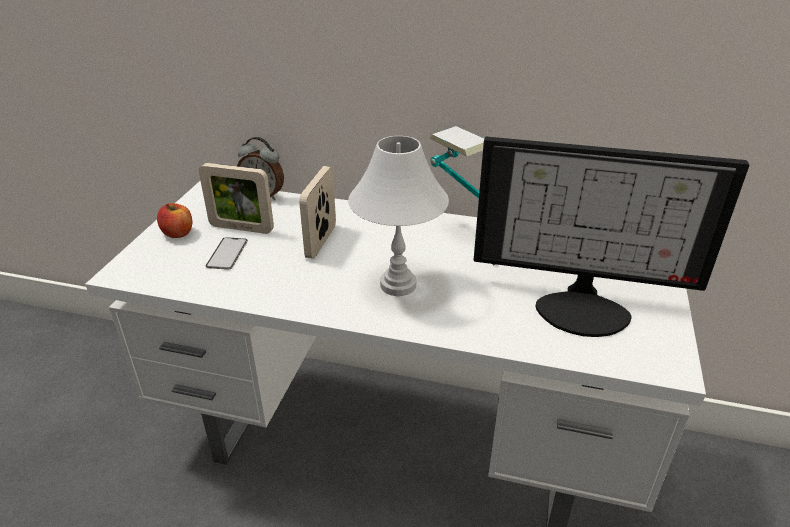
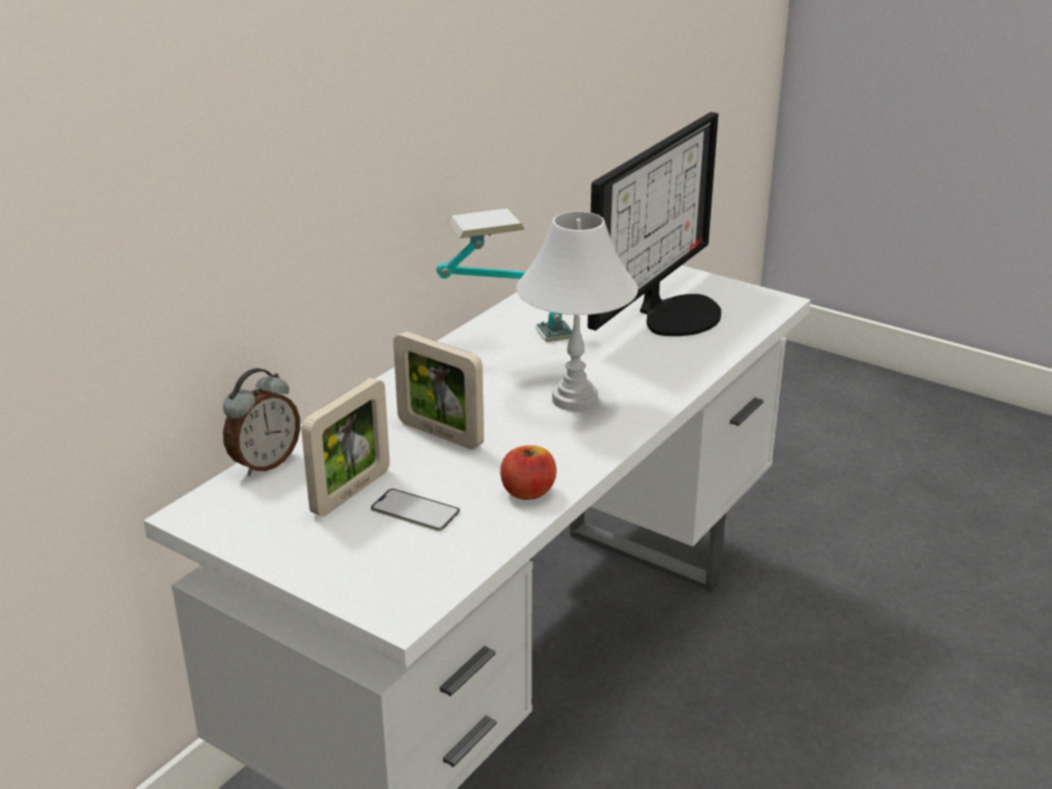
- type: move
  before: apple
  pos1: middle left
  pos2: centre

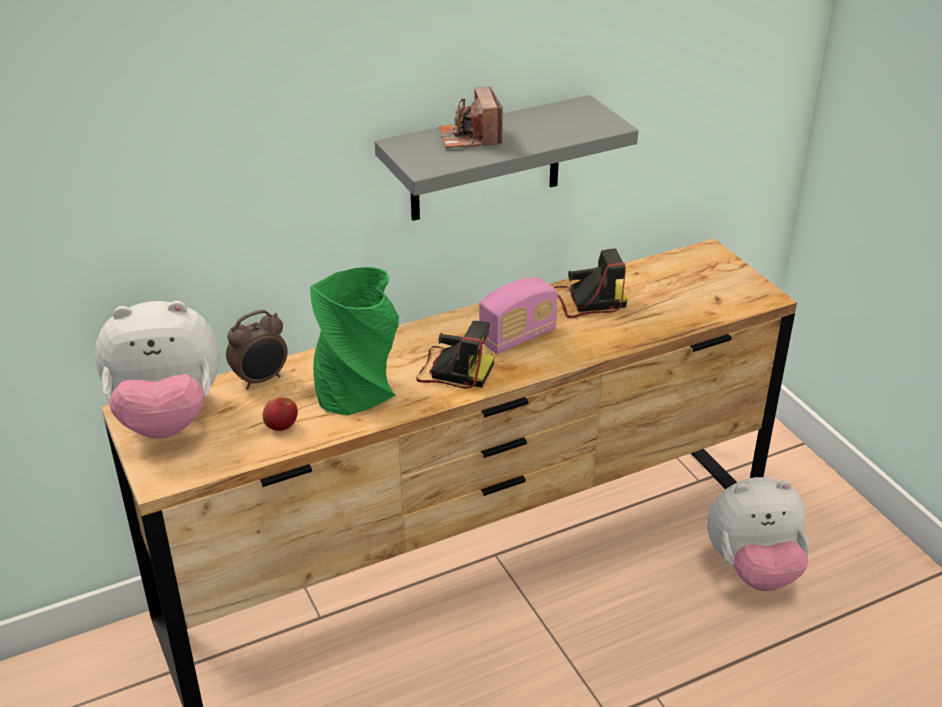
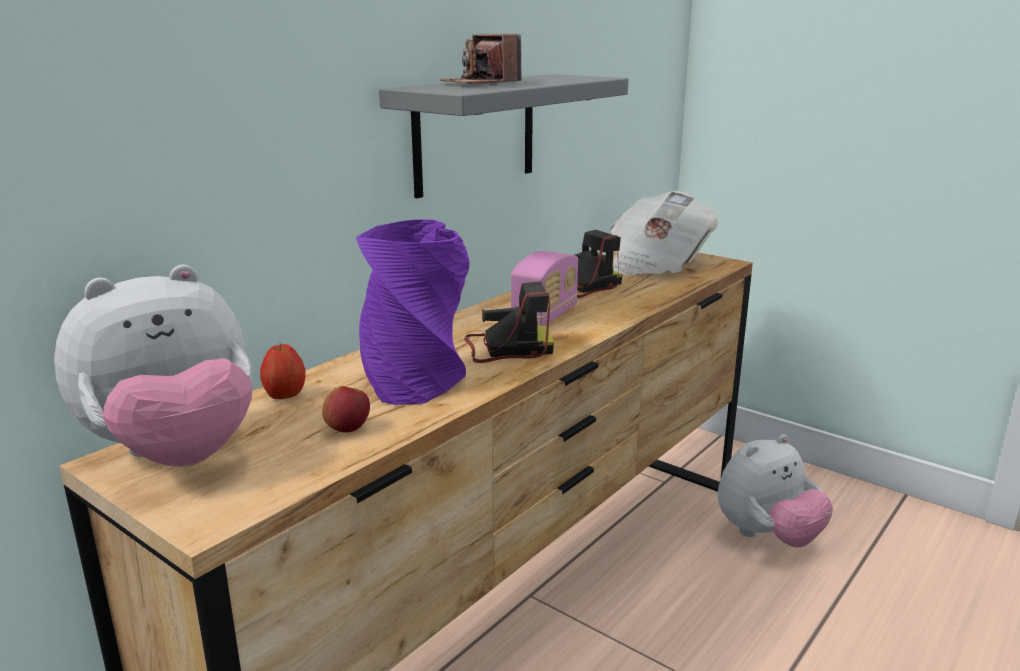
- type: replace
  before: alarm clock
  after: apple (1st from left)
  pos1: middle left
  pos2: middle left
- type: recolor
  before: green vase
  after: purple vase
  pos1: centre
  pos2: centre
- type: insert
  after: newspaper
  pos2: centre

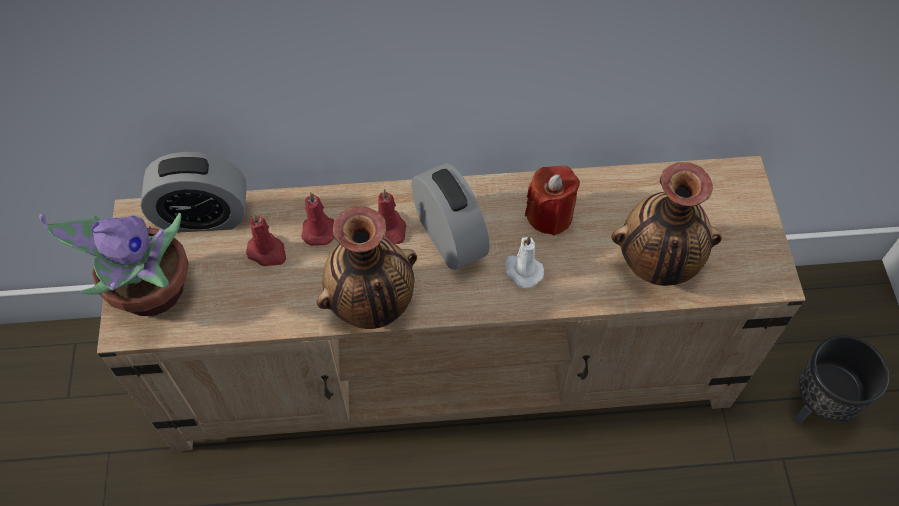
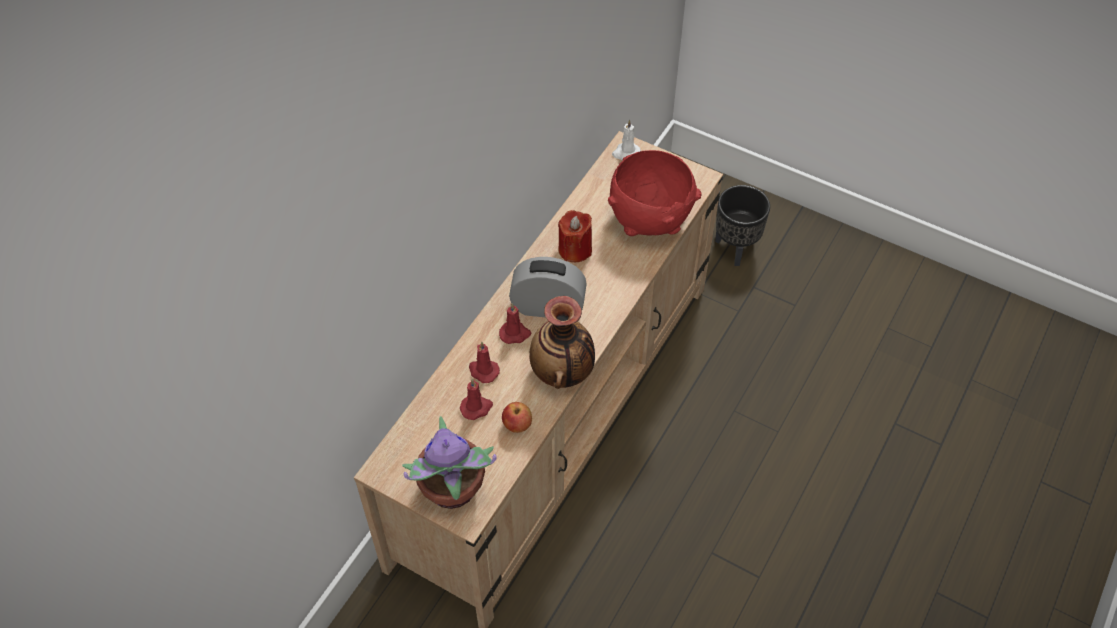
- type: insert
  after: apple
  pos2: centre
- type: replace
  before: vase (2nd from left)
  after: red bowl
  pos1: middle right
  pos2: top centre
- type: move
  before: white candle
  pos1: centre
  pos2: top centre
- type: delete
  before: alarm clock (1st from left)
  pos1: middle left

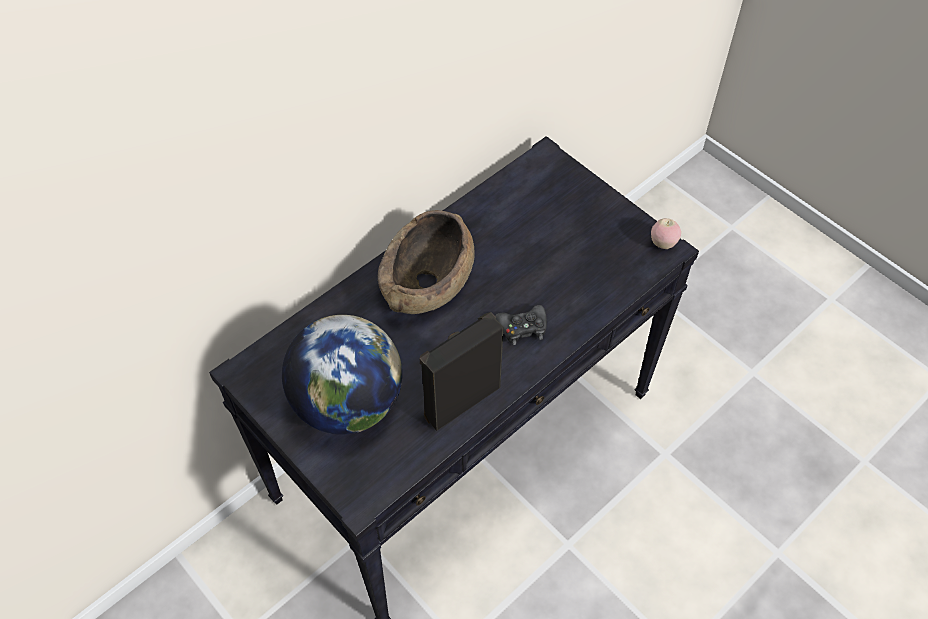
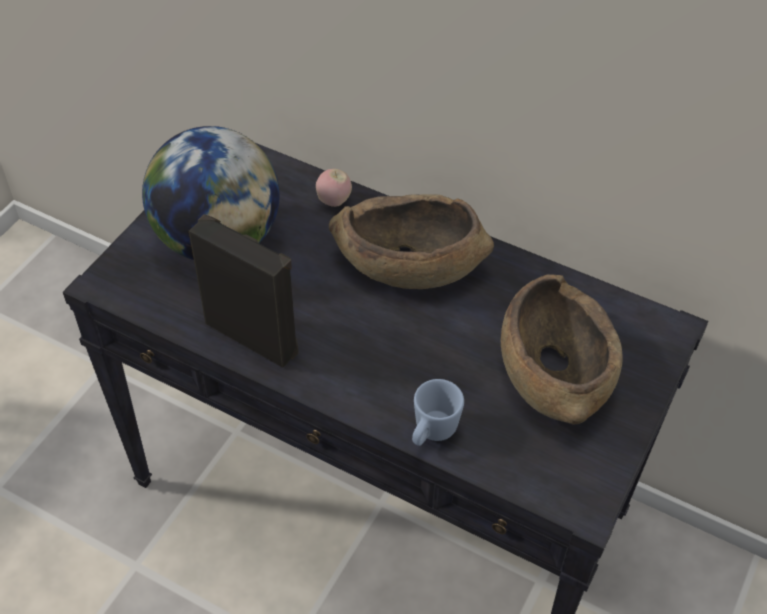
- type: move
  before: apple
  pos1: middle right
  pos2: top centre
- type: insert
  after: blue mug
  pos2: bottom centre
- type: insert
  after: brown bowl (2nd from left)
  pos2: middle right
- type: delete
  before: black game controller
  pos1: centre

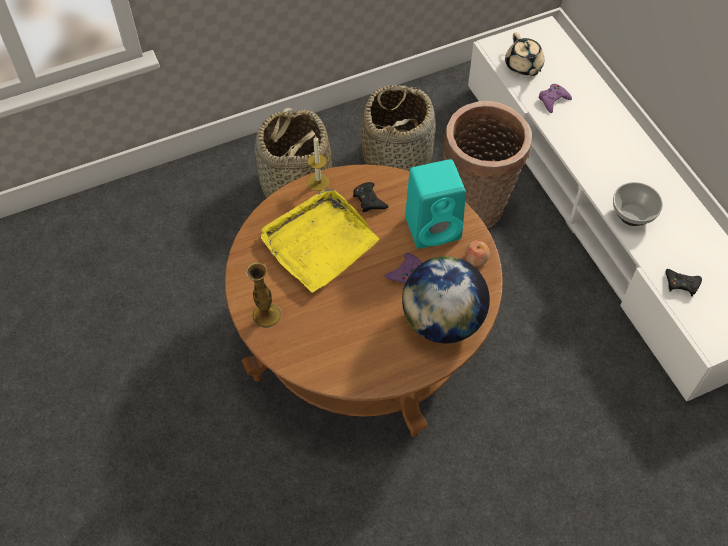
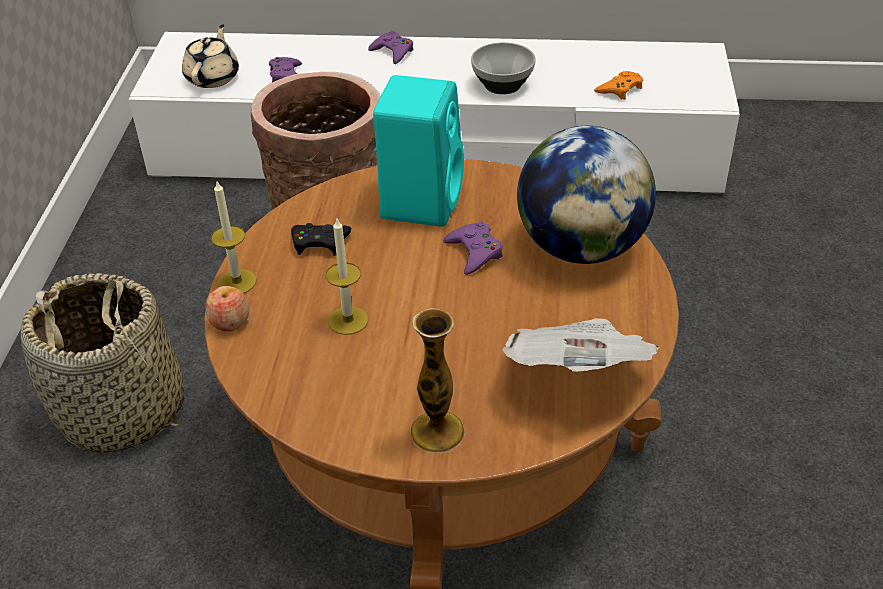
- type: rotate
  before: beige teapot
  pos1: top right
  pos2: top left
  turn: -90
- type: move
  before: apple
  pos1: centre
  pos2: middle left
- type: replace
  before: yellow tray
  after: candle (2nd from left)
  pos1: centre
  pos2: centre
- type: insert
  after: purple game controller (2nd from left)
  pos2: top centre
- type: insert
  after: newspaper
  pos2: centre
- type: recolor
  before: black game controller (2nd from left)
  after: orange game controller
  pos1: middle right
  pos2: top right
- type: delete
  before: basket (2nd from left)
  pos1: top centre

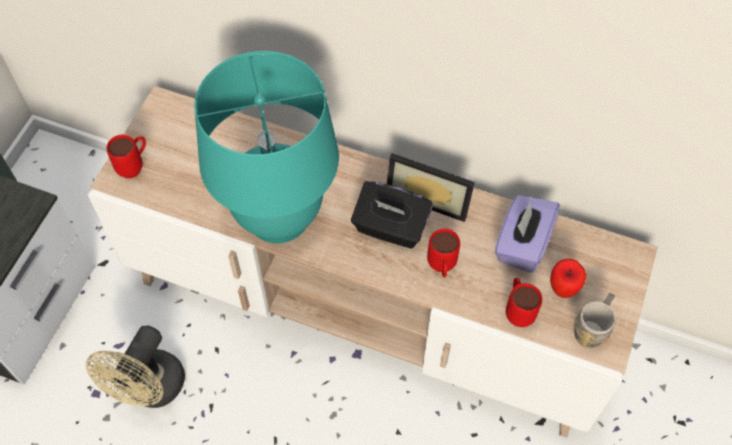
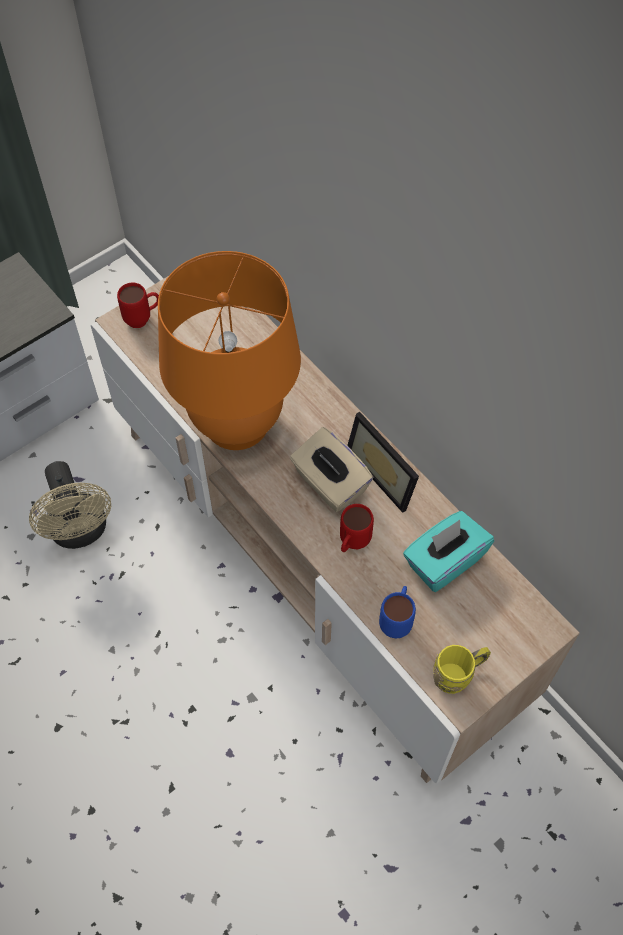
- type: rotate
  before: beige fan
  pos1: bottom left
  pos2: middle left
  turn: -75
- type: recolor
  before: turquoise table lamp
  after: orange table lamp
  pos1: top centre
  pos2: centre
- type: recolor
  before: black tissue box
  after: beige tissue box
  pos1: centre
  pos2: centre
- type: recolor
  before: red mug (3rd from left)
  after: blue mug
  pos1: bottom right
  pos2: centre
- type: recolor
  before: purple tissue box
  after: turquoise tissue box
  pos1: middle right
  pos2: middle right
- type: recolor
  before: grey mug
  after: yellow mug
  pos1: bottom right
  pos2: bottom right
- type: delete
  before: apple
  pos1: middle right

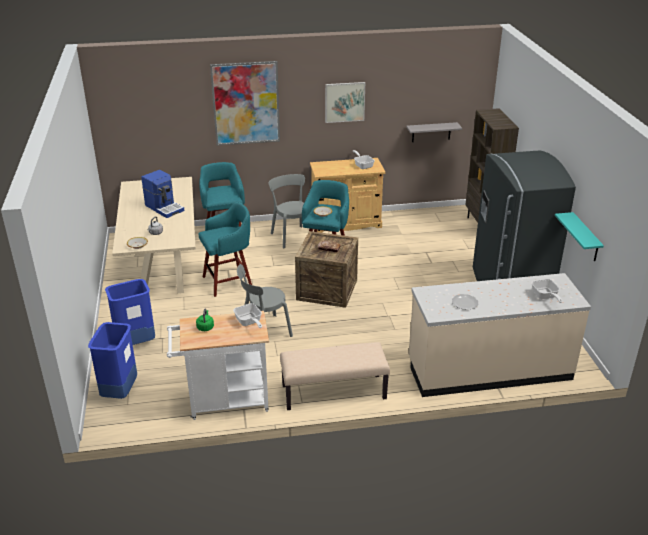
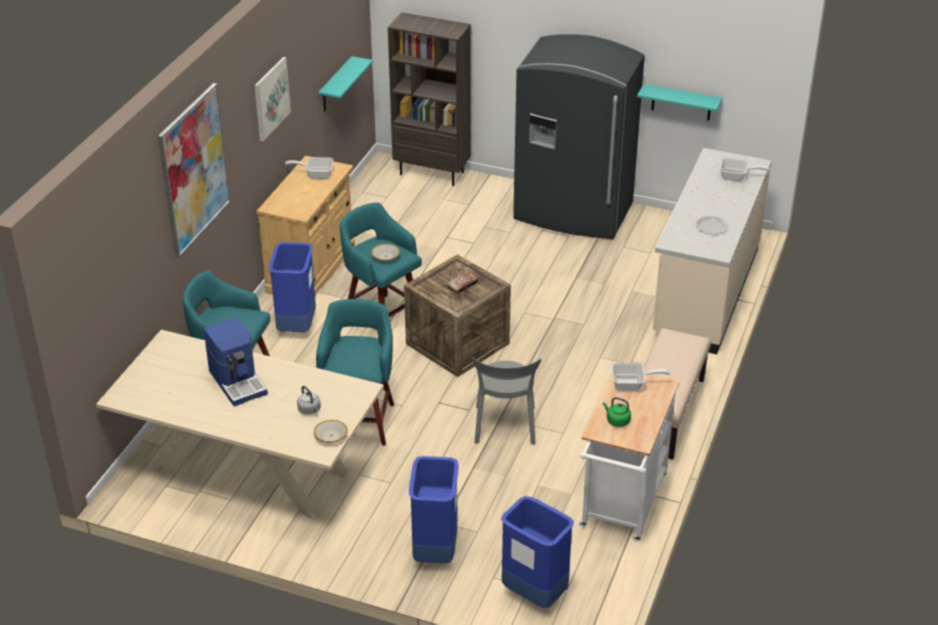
- type: rotate
  before: coffee machine
  pos1: middle left
  pos2: middle left
  turn: 75
- type: replace
  before: grey chair (2nd from left)
  after: blue trash can (1st from left)
  pos1: centre
  pos2: middle left
- type: recolor
  before: grey shelf
  after: turquoise shelf (1st from left)
  pos1: top right
  pos2: top centre

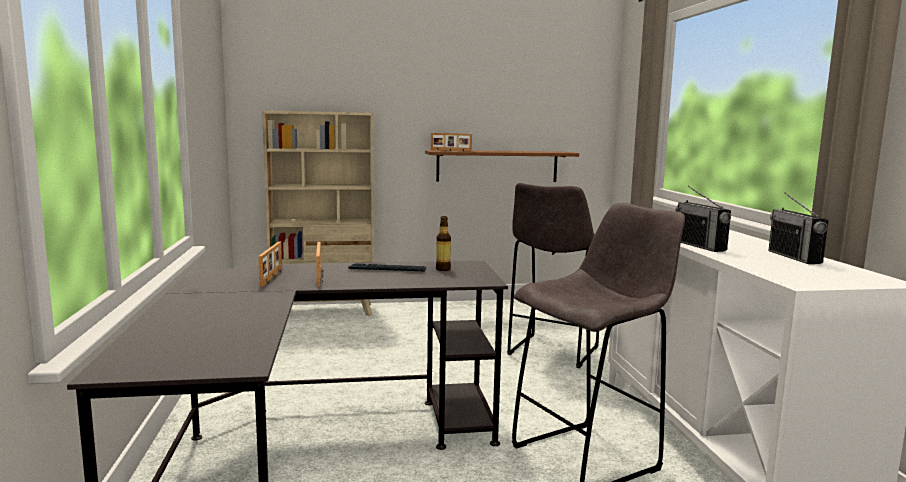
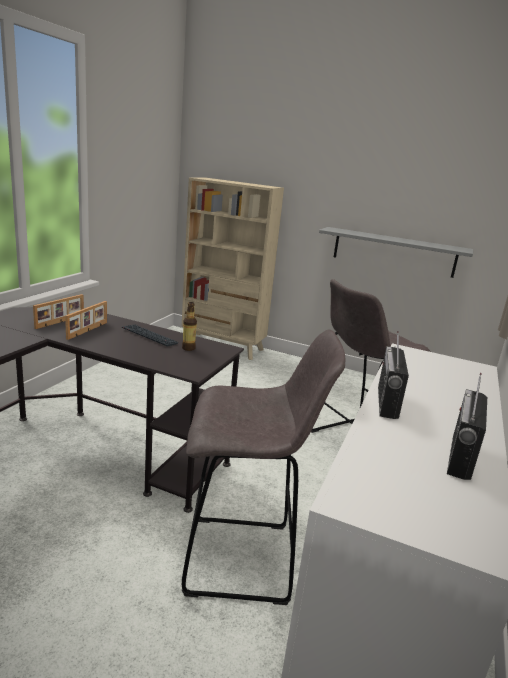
- type: recolor
  before: brown shelf
  after: grey shelf
  pos1: centre
  pos2: middle right
- type: delete
  before: picture frame (3rd from left)
  pos1: top centre

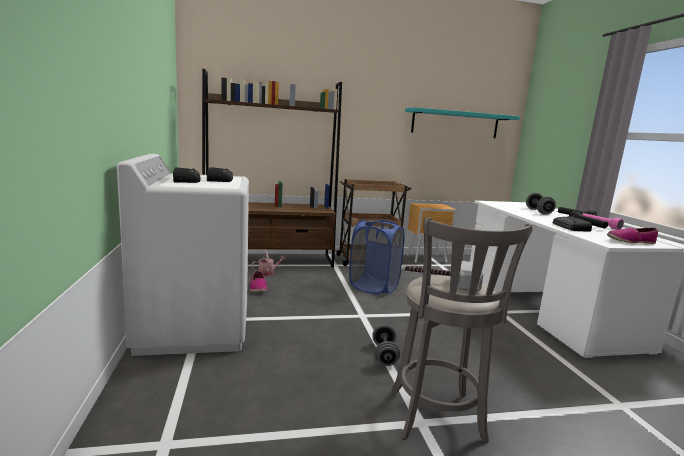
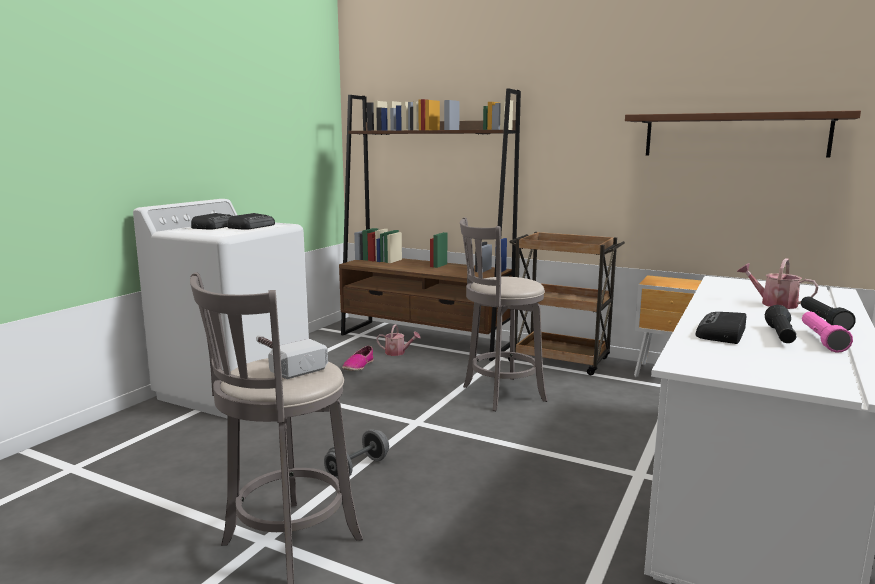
- type: replace
  before: blue laundry basket
  after: grey stool (2nd from left)
  pos1: centre
  pos2: centre
- type: recolor
  before: turquoise shelf
  after: brown shelf
  pos1: top right
  pos2: top right
- type: replace
  before: grey dumbbell (2nd from left)
  after: watering can (2nd from left)
  pos1: middle right
  pos2: middle right
- type: delete
  before: shoe (2nd from left)
  pos1: middle right

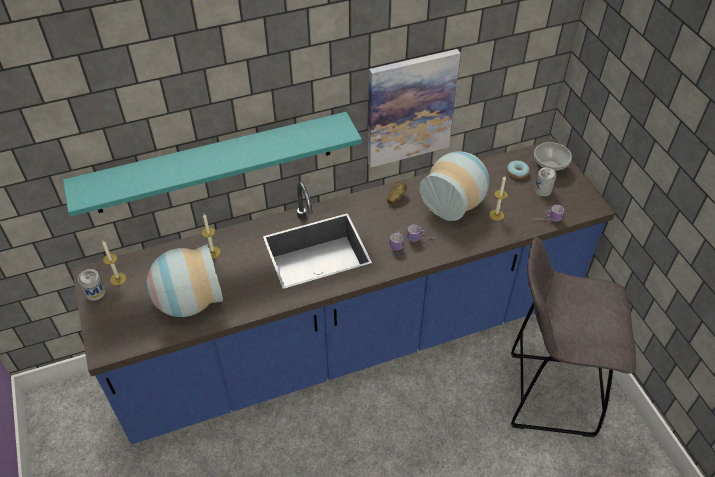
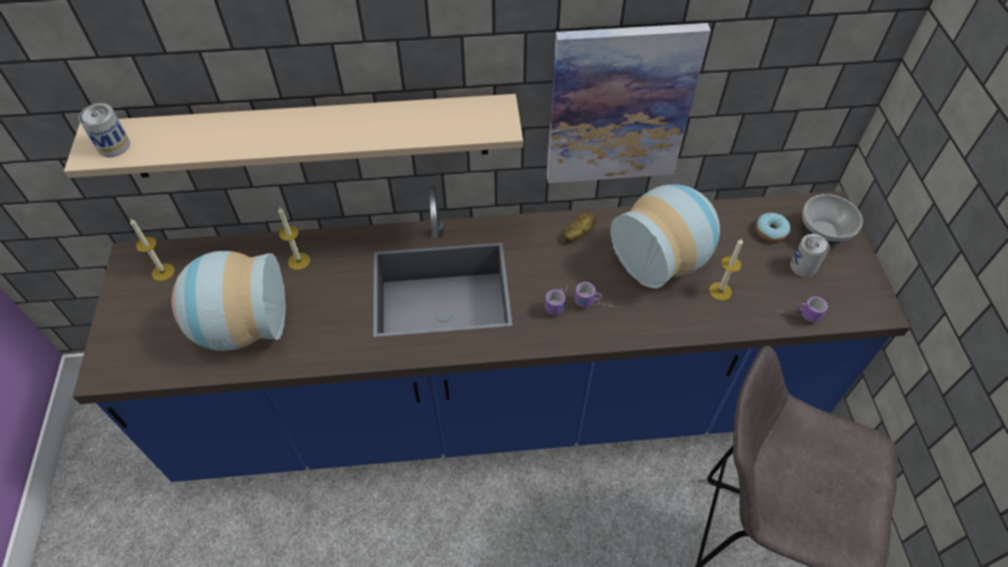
- type: recolor
  before: turquoise shelf
  after: beige shelf
  pos1: middle left
  pos2: top left
- type: move
  before: can (1st from left)
  pos1: middle left
  pos2: top left

